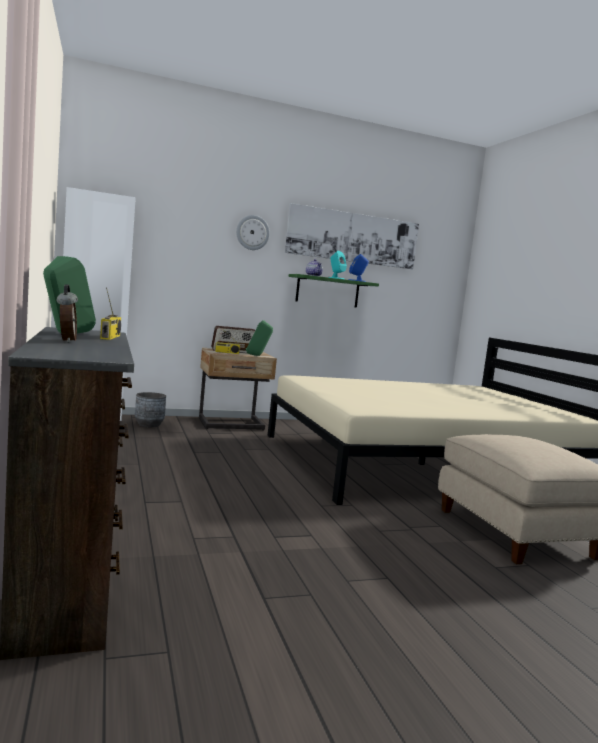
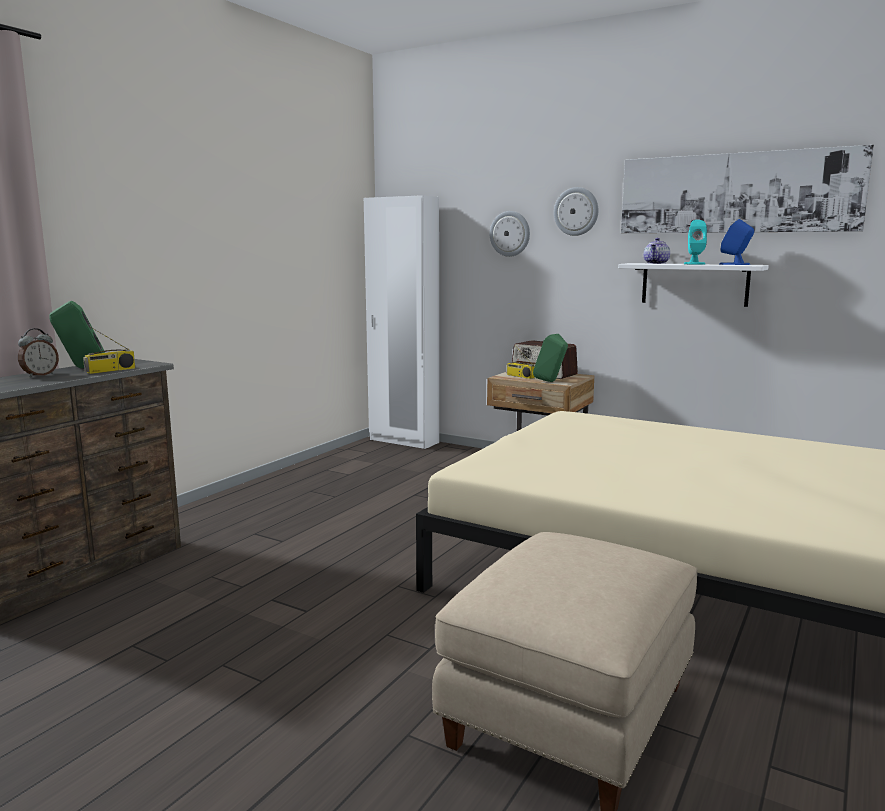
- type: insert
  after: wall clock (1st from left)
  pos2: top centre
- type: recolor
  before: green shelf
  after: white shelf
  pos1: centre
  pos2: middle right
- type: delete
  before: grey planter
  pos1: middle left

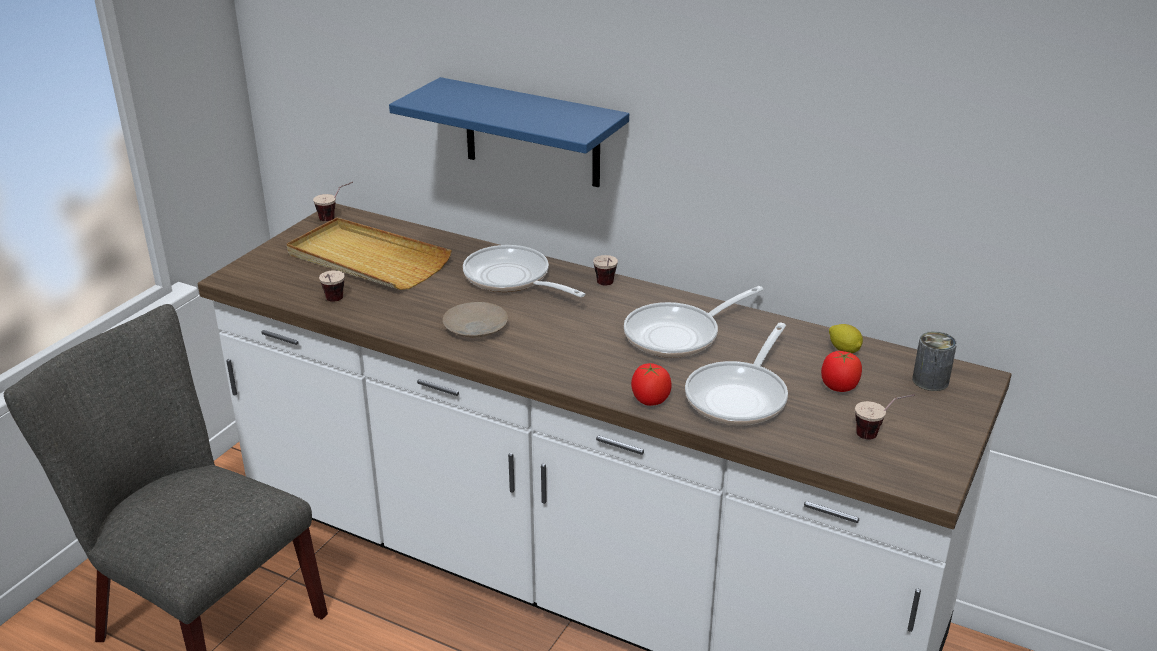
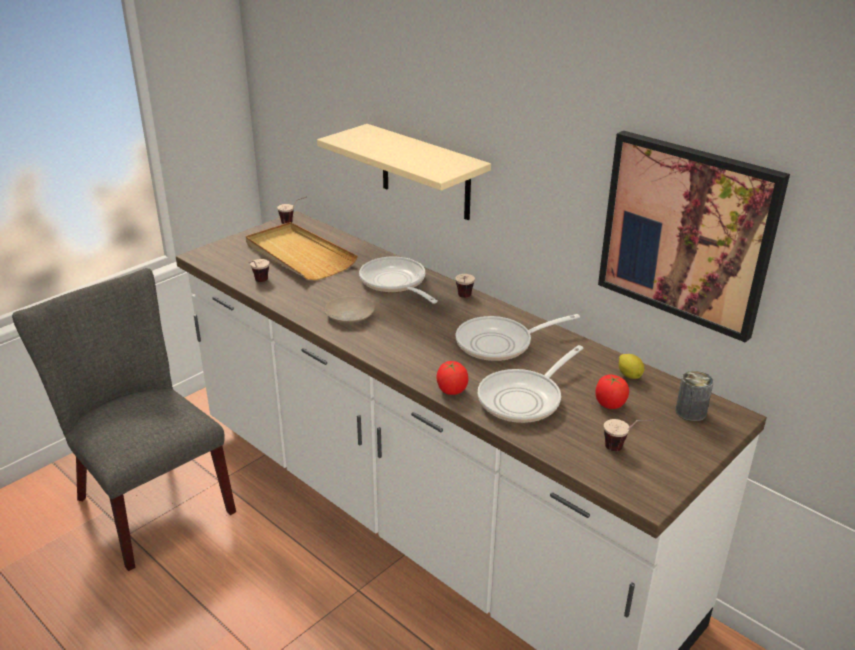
- type: recolor
  before: blue shelf
  after: beige shelf
  pos1: top centre
  pos2: top centre
- type: insert
  after: picture
  pos2: middle right

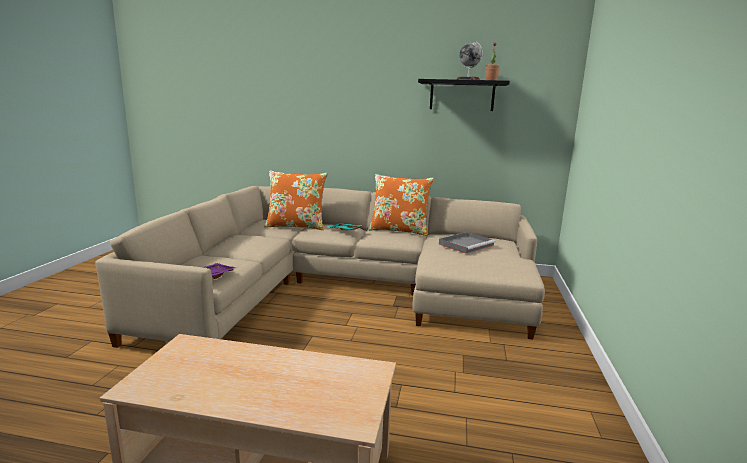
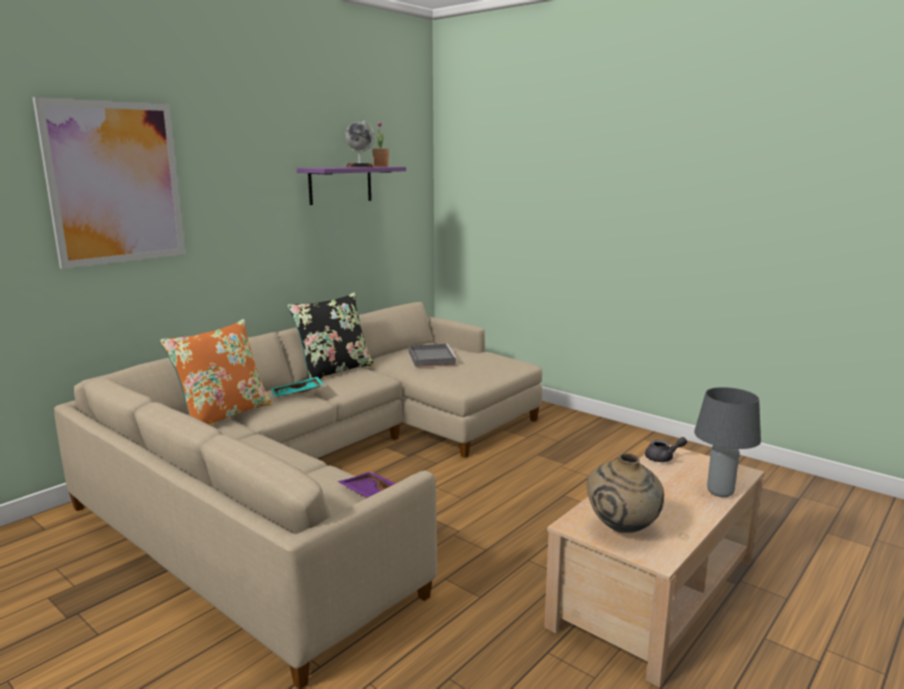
- type: insert
  after: picture
  pos2: top left
- type: recolor
  before: orange pillow (2nd from left)
  after: black pillow
  pos1: centre
  pos2: centre
- type: recolor
  before: black shelf
  after: purple shelf
  pos1: top centre
  pos2: top centre
- type: insert
  after: beige vase
  pos2: bottom right
- type: insert
  after: grey teapot
  pos2: middle right
- type: insert
  after: grey table lamp
  pos2: middle right

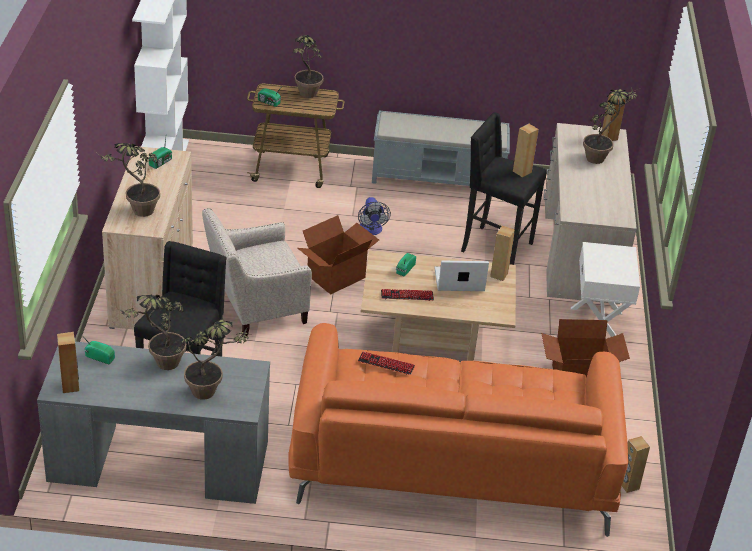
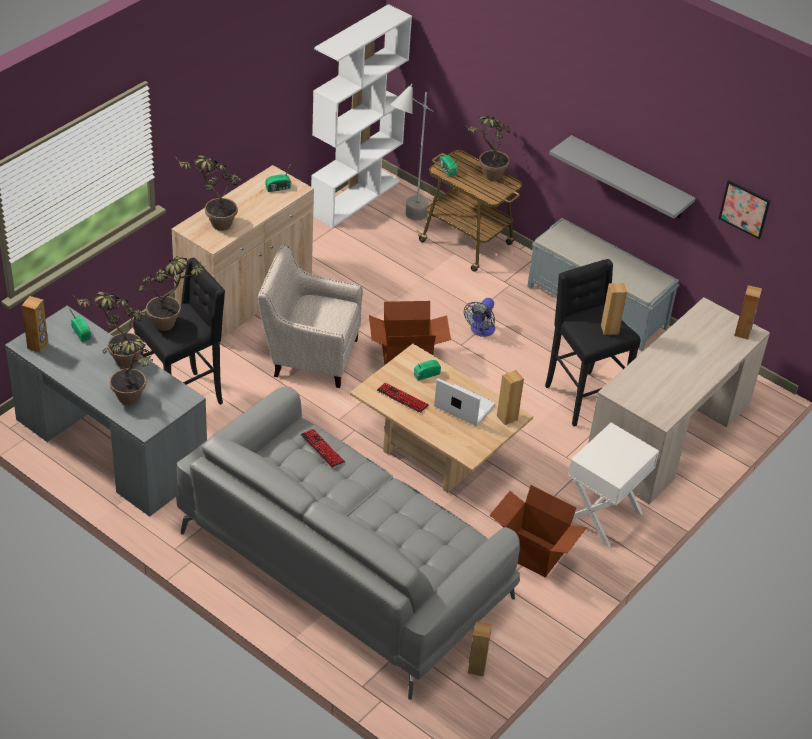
- type: move
  before: potted plant (5th from left in the first image)
  after: potted plant (3rd from left)
  pos1: top right
  pos2: middle left
- type: recolor
  before: orange sofa
  after: grey sofa
  pos1: bottom centre
  pos2: bottom centre
- type: insert
  after: grey floor lamp
  pos2: top centre
- type: insert
  after: grey shelf
  pos2: top right
- type: insert
  after: picture
  pos2: top right

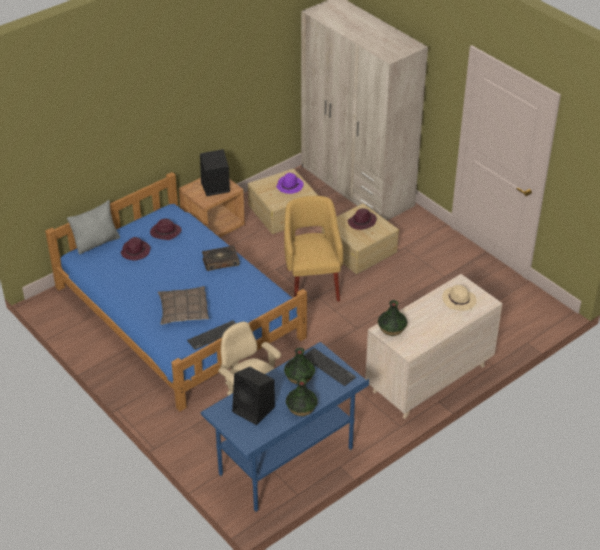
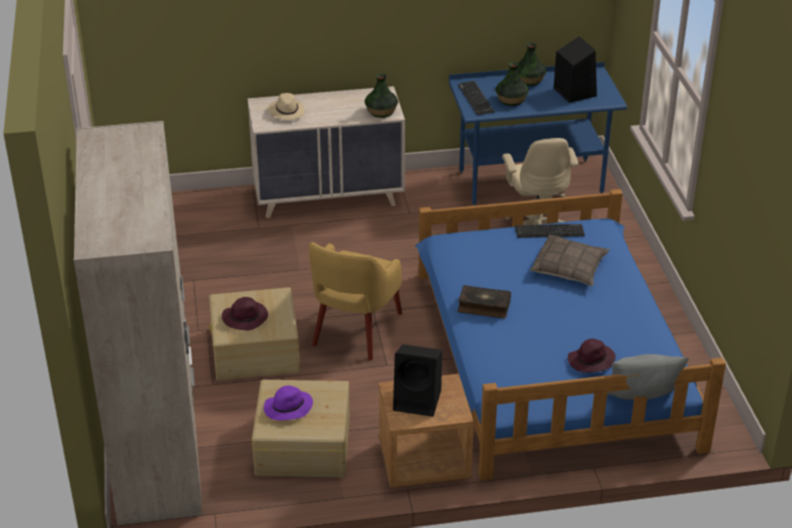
- type: delete
  before: purple hat (2nd from left)
  pos1: middle left

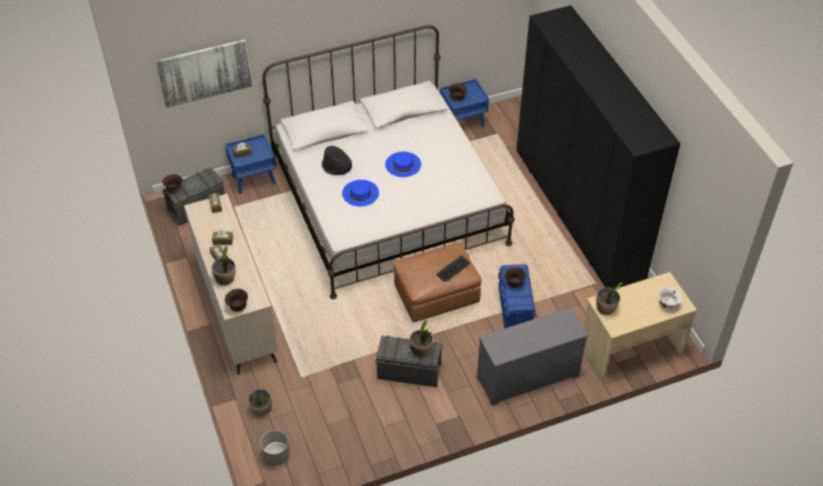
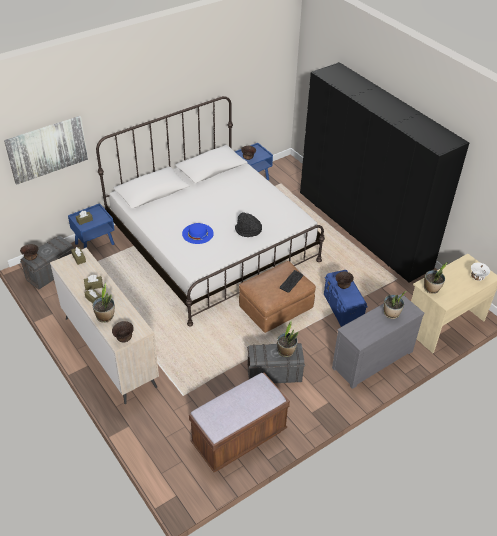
- type: insert
  after: brown bench
  pos2: bottom centre
- type: move
  before: black hat
  pos1: top centre
  pos2: centre
- type: move
  before: potted plant (2nd from left in the first image)
  after: potted plant (3rd from left)
  pos1: bottom left
  pos2: middle right
- type: delete
  before: grey planter
  pos1: bottom centre
- type: delete
  before: blue hat (2nd from left)
  pos1: centre

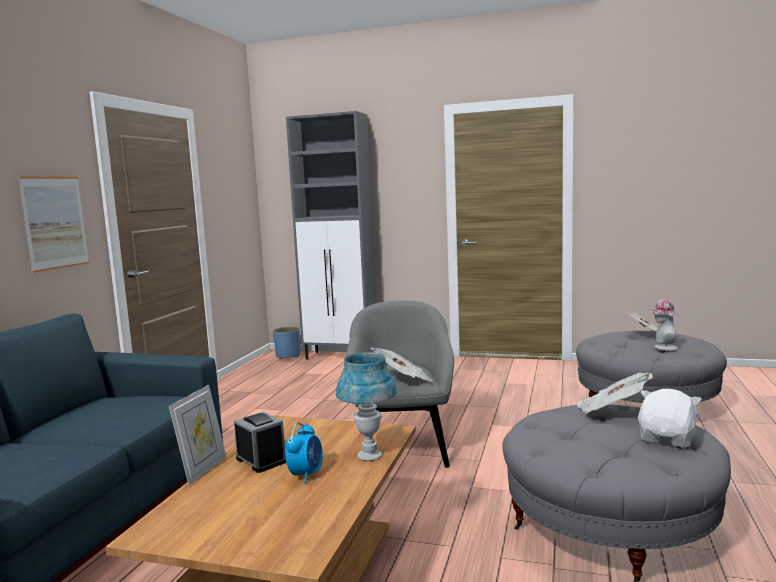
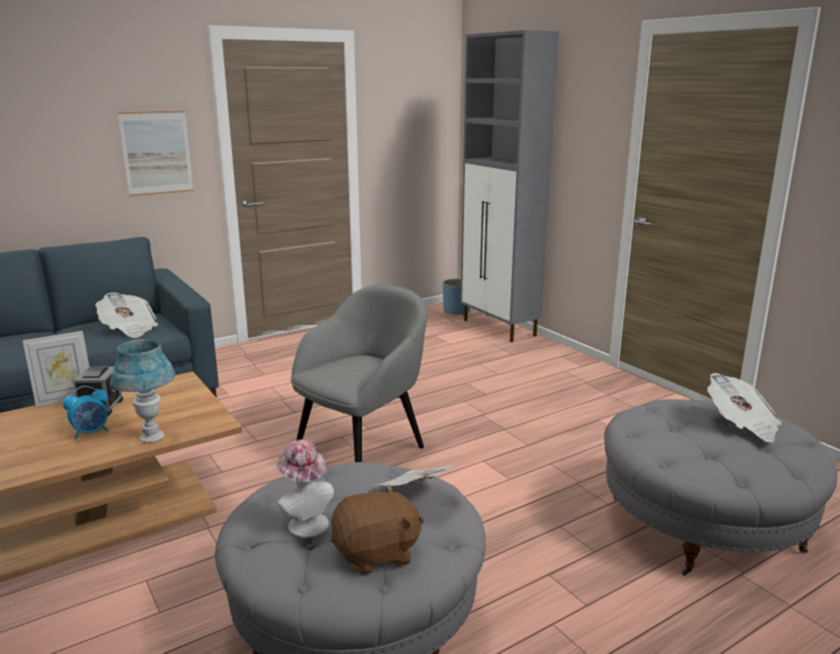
- type: move
  before: newspaper (1st from left)
  pos1: centre
  pos2: middle left
- type: move
  before: hat
  pos1: middle right
  pos2: bottom centre
- type: recolor
  before: white plush toy
  after: brown plush toy
  pos1: bottom right
  pos2: bottom centre

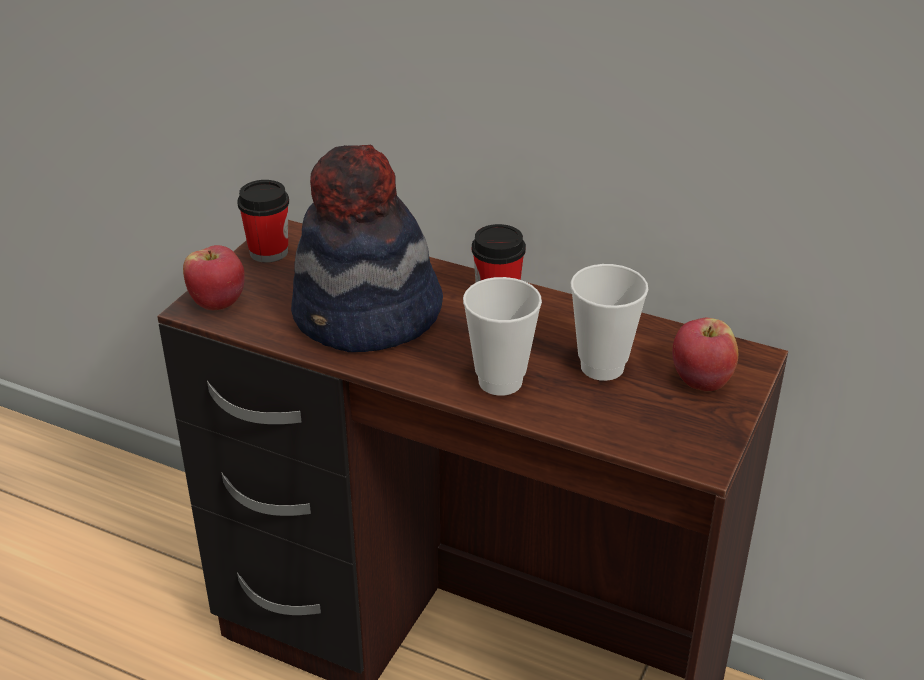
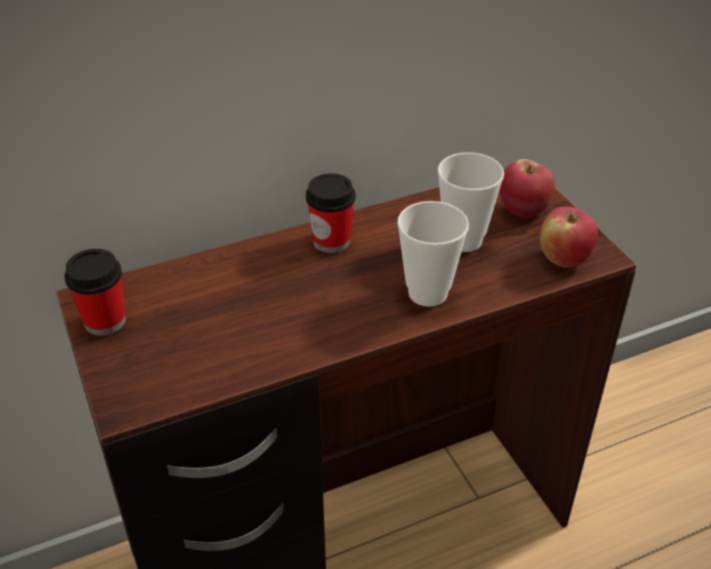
- type: move
  before: apple (1st from left in the first image)
  after: apple (2nd from left)
  pos1: middle left
  pos2: middle right
- type: delete
  before: hat
  pos1: centre

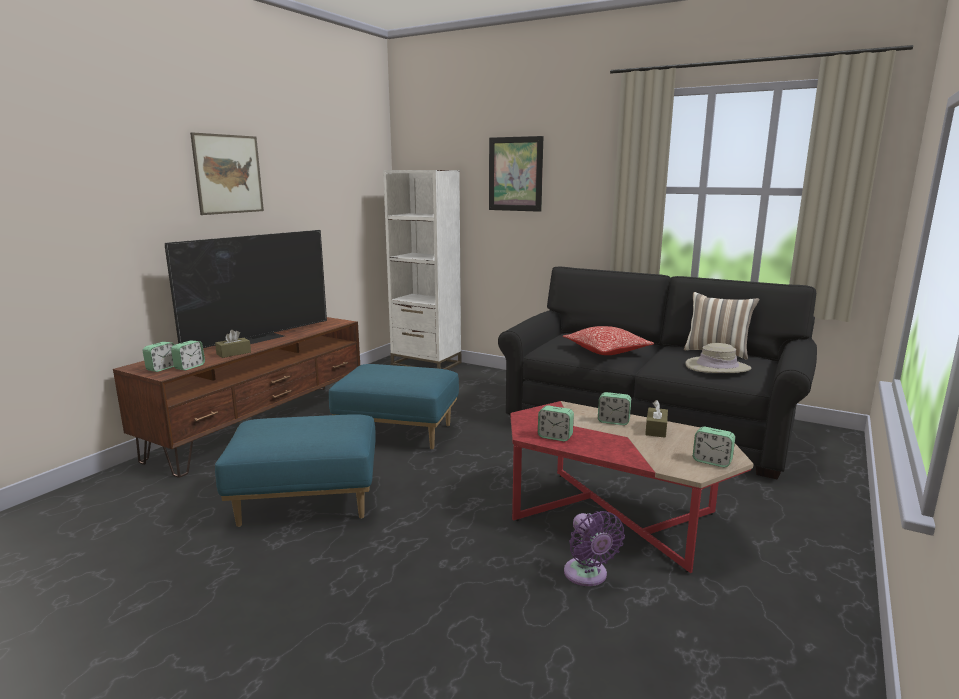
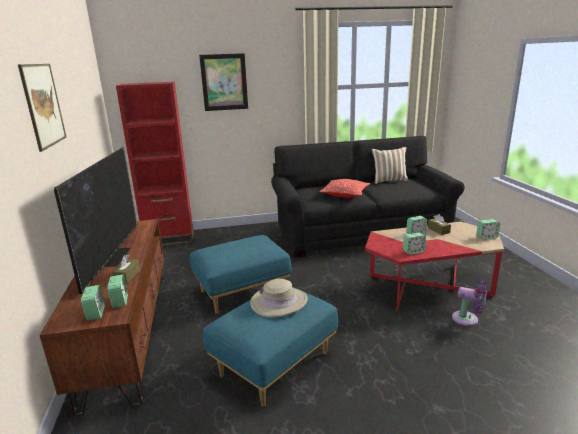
- type: recolor
  before: white bookcase
  after: red bookcase
  pos1: centre
  pos2: middle left
- type: move
  before: beige hat
  pos1: middle right
  pos2: bottom centre

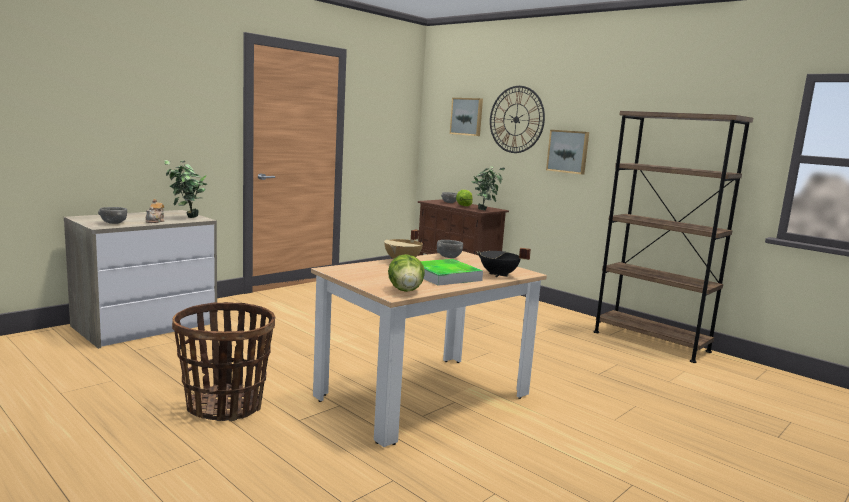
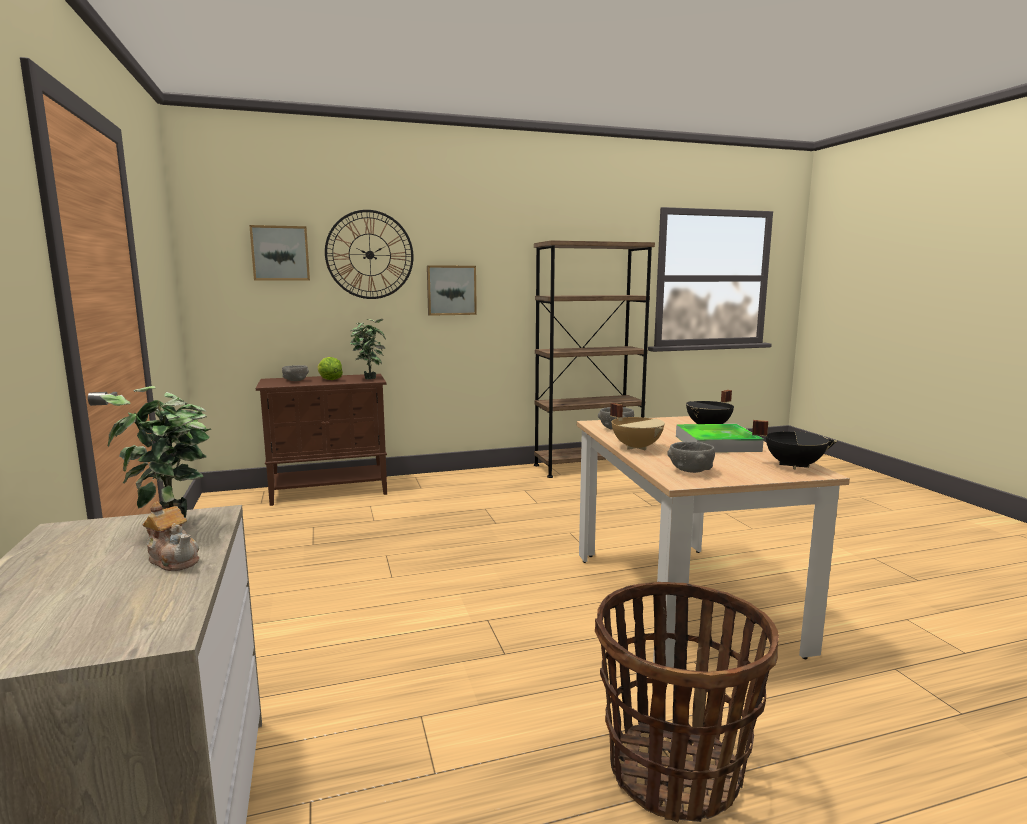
- type: move
  before: grey bowl (1st from left in the first image)
  after: grey bowl (3rd from left)
  pos1: middle left
  pos2: middle right
- type: replace
  before: lettuce (1st from left)
  after: black cooking pot (2nd from left)
  pos1: centre
  pos2: middle right

